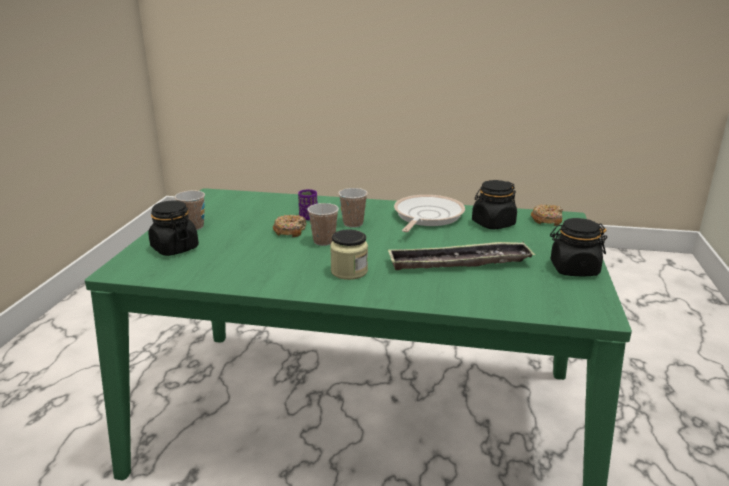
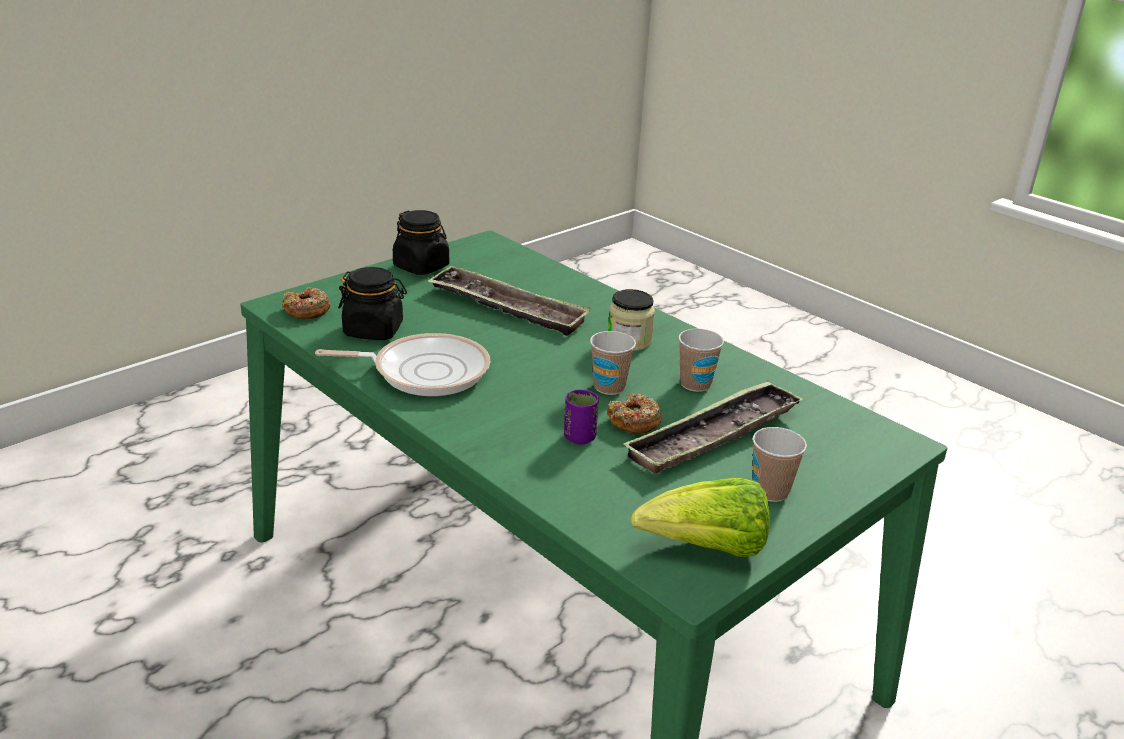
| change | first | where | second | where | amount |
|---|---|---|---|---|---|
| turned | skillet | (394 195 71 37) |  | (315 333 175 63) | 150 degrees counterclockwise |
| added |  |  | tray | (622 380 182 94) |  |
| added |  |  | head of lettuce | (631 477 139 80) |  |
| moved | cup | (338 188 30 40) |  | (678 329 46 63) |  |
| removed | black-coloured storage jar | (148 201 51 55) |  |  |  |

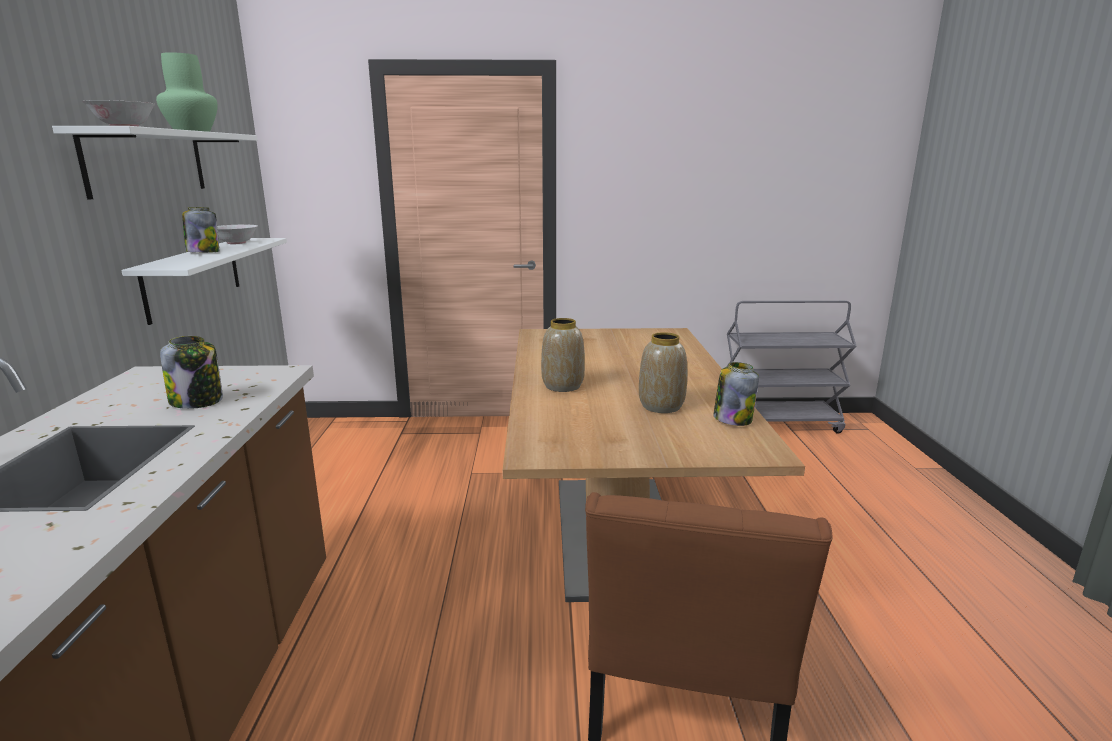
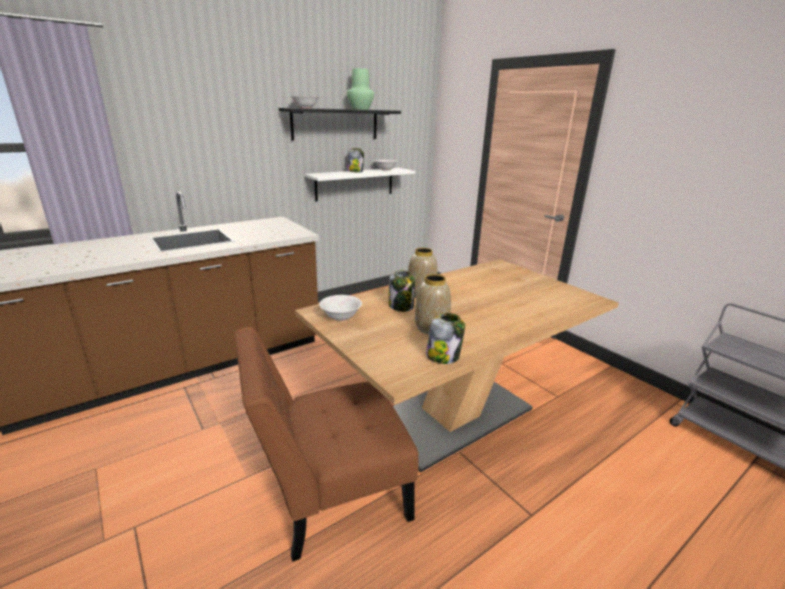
| change | first | where | second | where | amount |
|---|---|---|---|---|---|
| recoloured | white bracket shelf | (52 126 206 74) | black-coloured bracket shelf | (279 108 122 33) |  |
| added |  |  | white serving bowl | (319 295 43 26) |  |
| moved | storage jar | (160 336 63 73) |  | (389 270 26 42) |  |

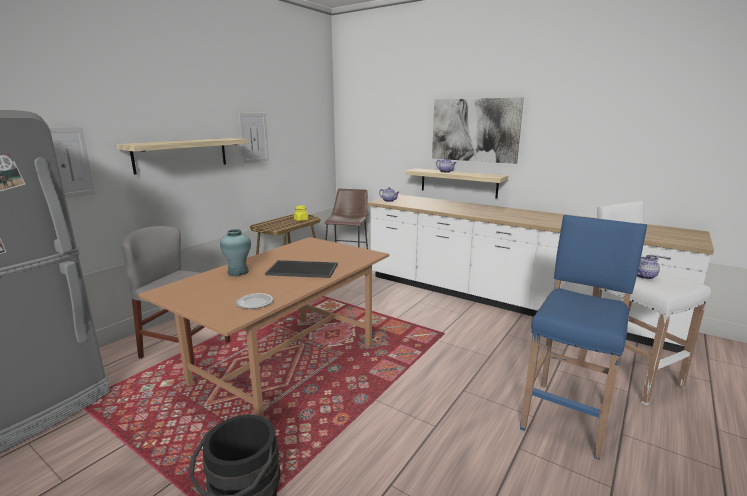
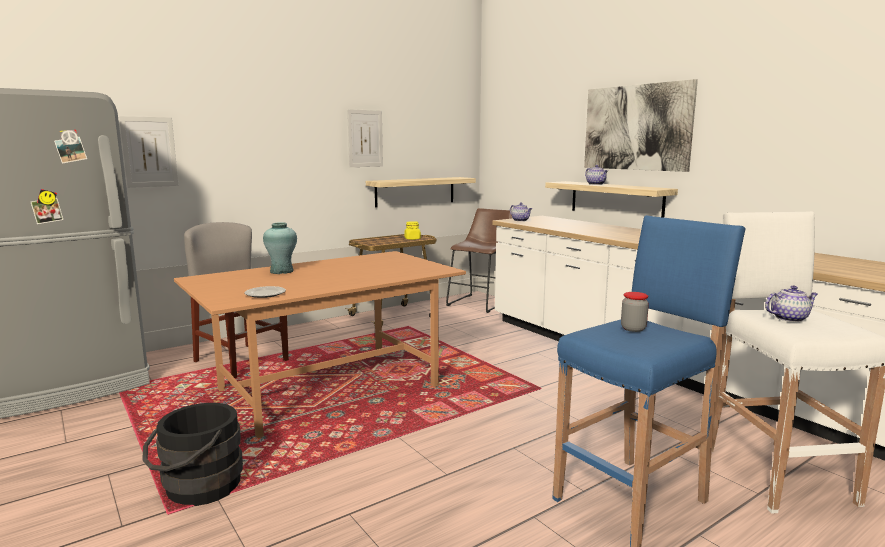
| change | first | where | second | where | amount |
|---|---|---|---|---|---|
| moved | bracket shelf | (117 138 131 37) |  | (366 177 110 31) |  |
| added |  |  | storage jar | (621 292 28 40) |  |
| removed | tray | (265 260 73 18) |  |  |  |

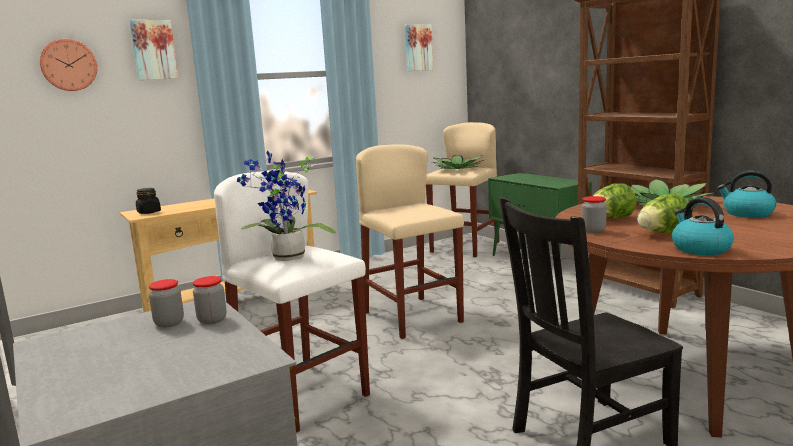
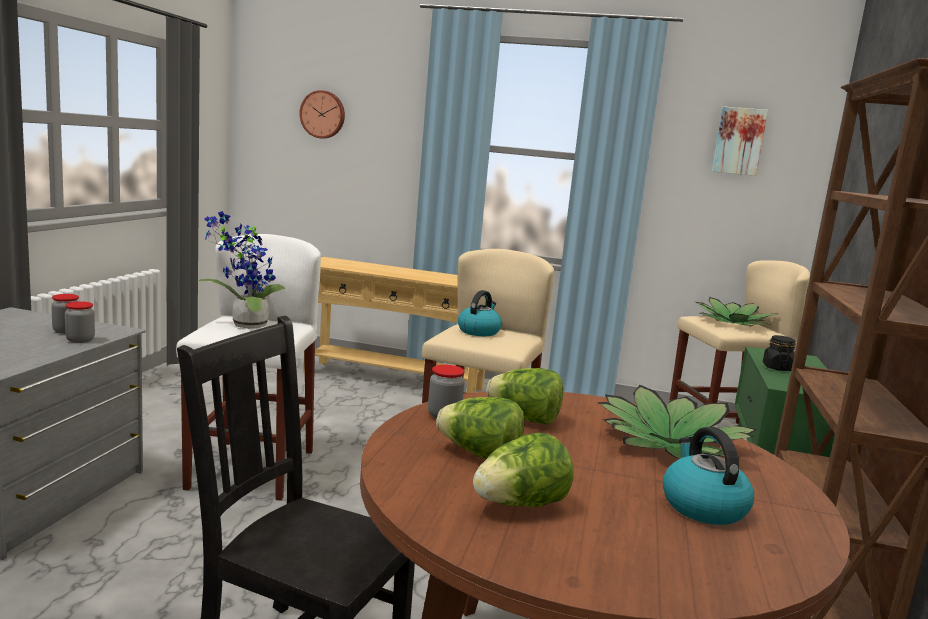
| change | first | where | second | where | amount |
|---|---|---|---|---|---|
| moved | tea kettle | (672 197 62 58) |  | (458 290 44 46) |  |
| added |  |  | head of lettuce | (473 433 101 74) |  |
| moved | black-coloured storage jar | (136 188 25 26) |  | (763 335 33 36) |  |
| removed | wall picture | (130 20 48 60) |  |  |  |

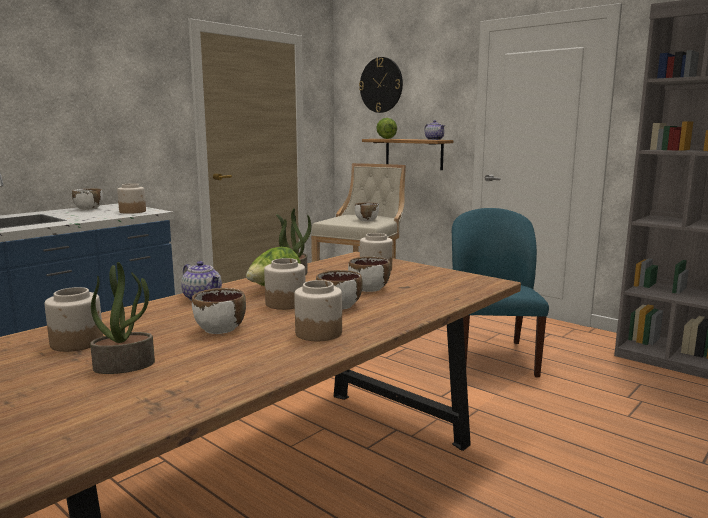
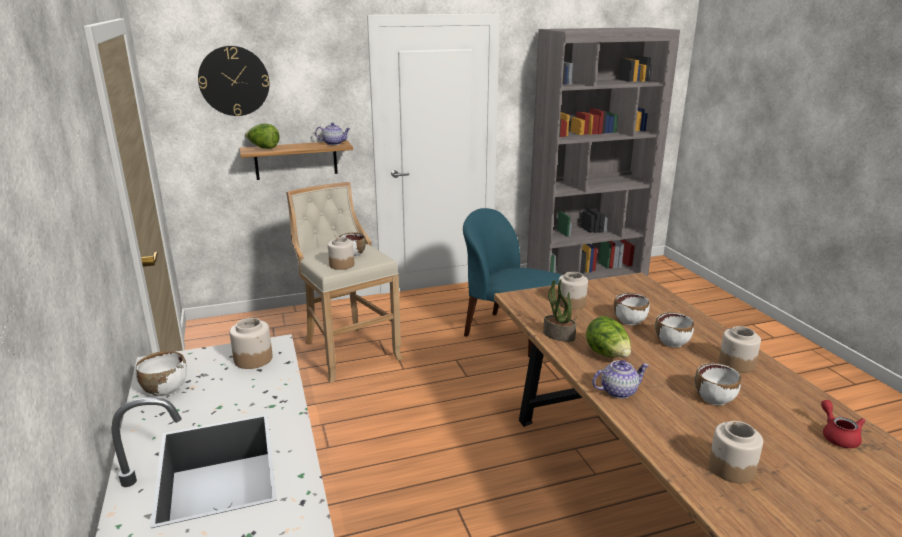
| change | first | where | second | where | amount |
|---|---|---|---|---|---|
| moved | storage jar | (264 258 41 52) |  | (328 237 26 33) |  |
| added |  |  | red pot for tea | (821 400 44 48) |  |
| removed | houseplant | (90 262 65 112) |  |  |  |

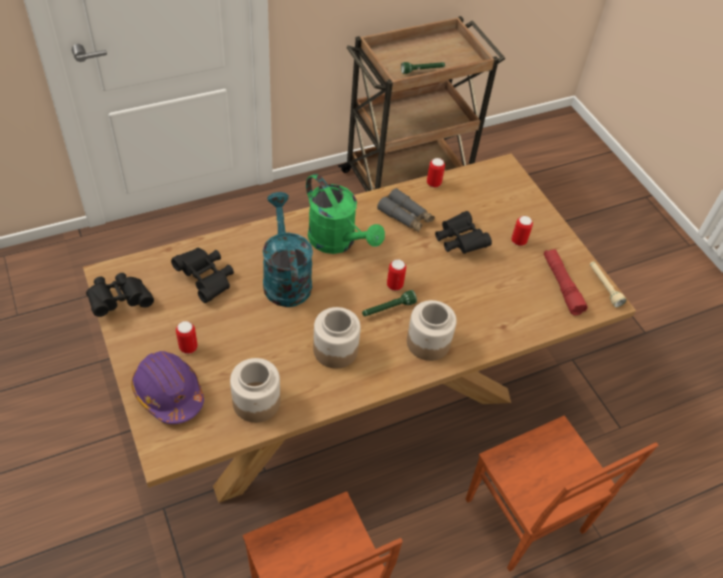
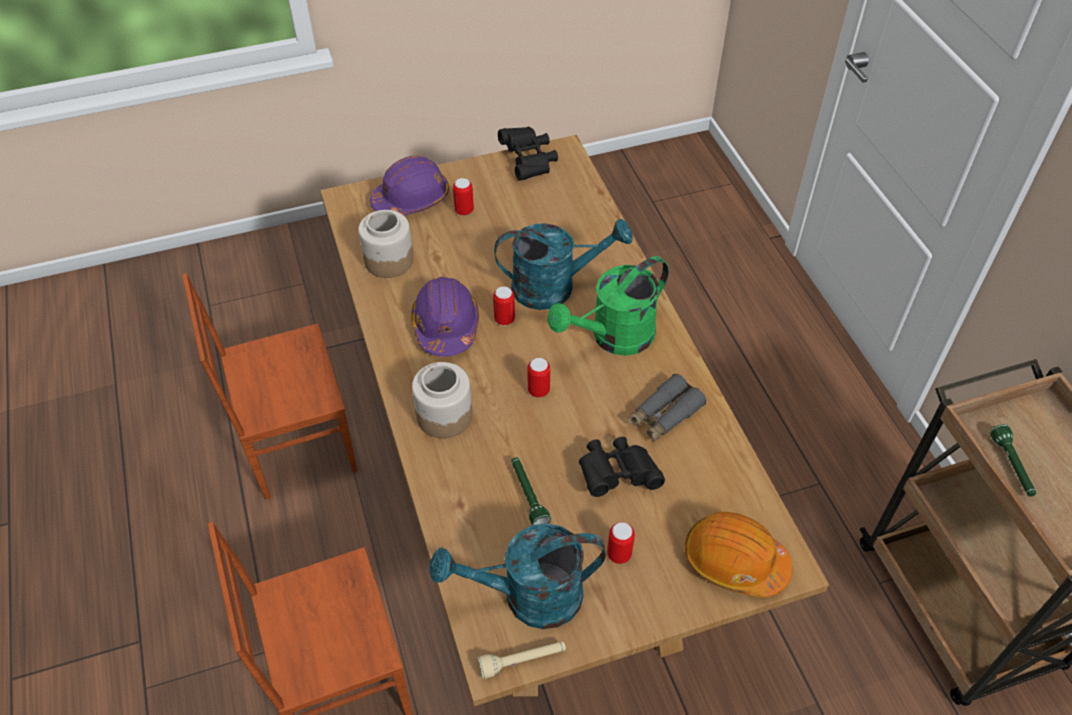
| change | first | where | second | where | amount |
|---|---|---|---|---|---|
| replaced | storage jar | (313 307 48 61) | purple-coloured hard hat | (411 277 68 80) |  |
| replaced | red flashlight | (544 249 44 66) | turquoise watering can | (429 523 177 106) |  |
| moved | metal can | (427 158 18 29) |  | (493 286 22 40) |  |
| moved | greenish flashlight | (362 290 55 26) |  | (512 457 39 68) |  |
| added |  |  | orange hard hat | (684 512 108 85) |  |
| removed | black-coloured binoculars | (171 248 63 55) |  |  |  |

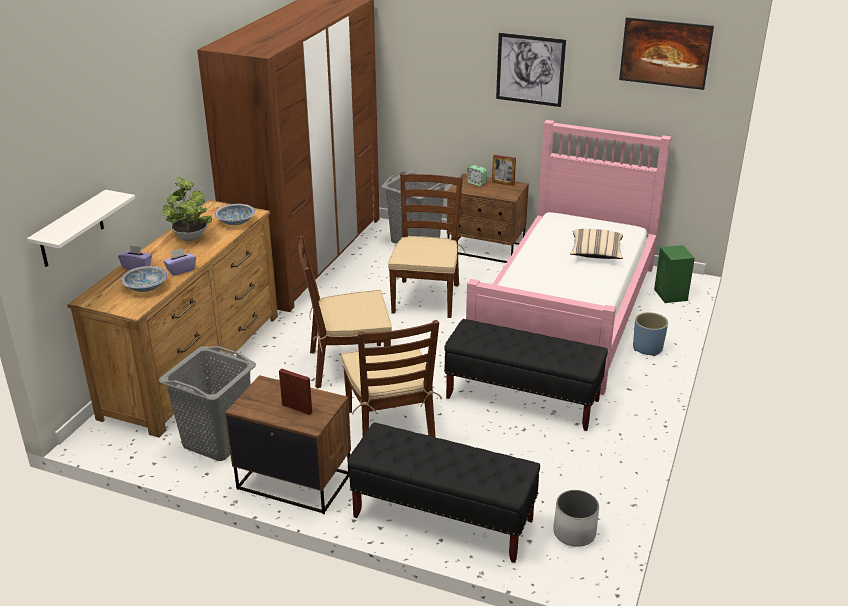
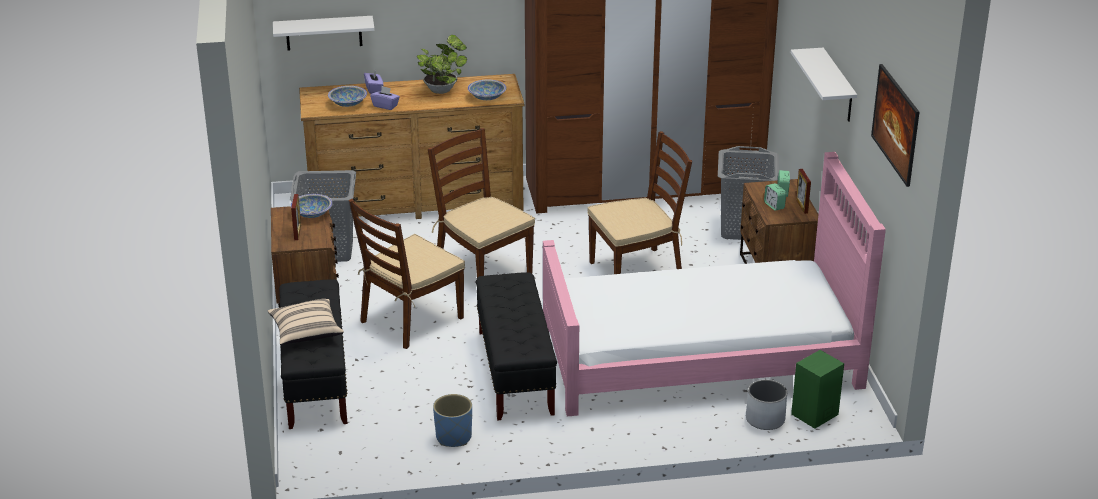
| change | first | where | second | where | amount |
|---|---|---|---|---|---|
| moved | beige-coloured throw pillow | (570 229 53 30) |  | (268 299 76 46) |  |
| added |  |  | serving bowl | (290 194 42 24) |  |
| moved | blue-coloured planter | (633 312 35 44) |  | (433 394 39 53) |  |
| moved | white planter | (553 490 46 57) |  | (746 380 41 50) |  |
| added |  |  | table clock | (764 183 22 28) |  |
| replaced | wall picture | (496 33 70 74) | white bracket shelf | (791 48 66 74) |  |

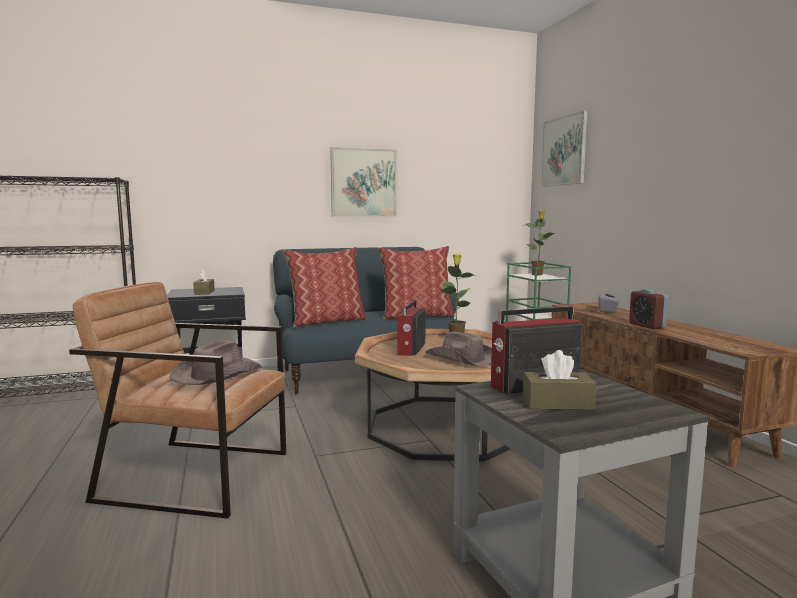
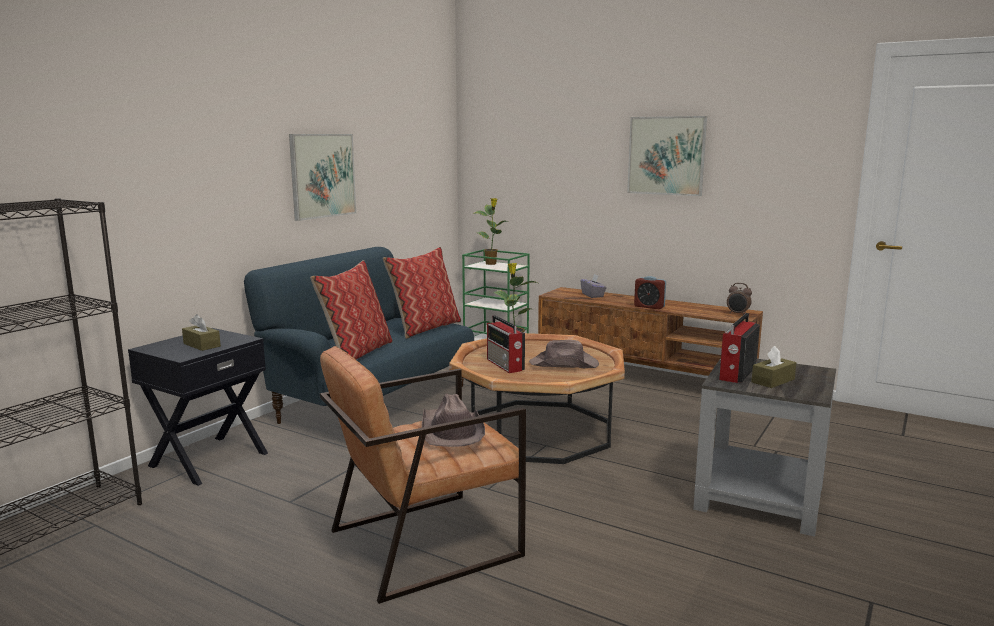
| change | first | where | second | where | amount |
|---|---|---|---|---|---|
| moved | wall picture | (541 110 46 77) |  | (627 116 80 80) |  |
| added |  |  | table clock | (727 283 25 32) |  |

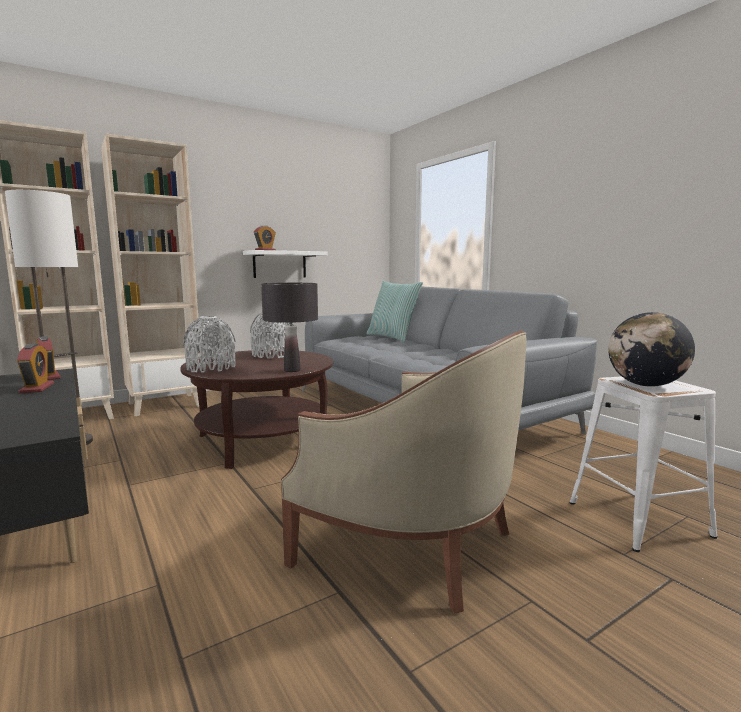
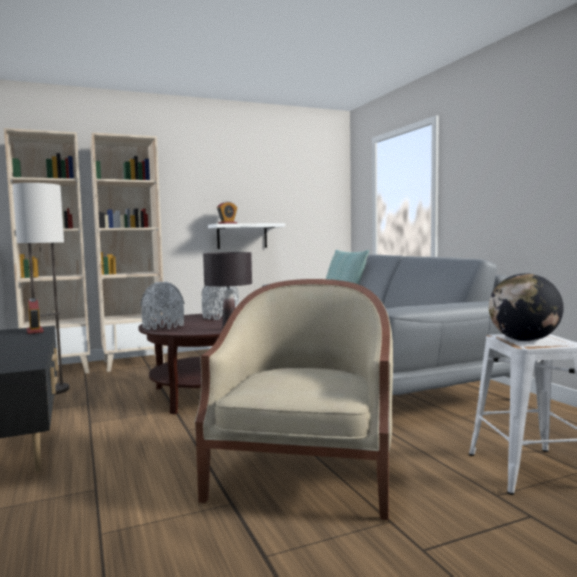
| change | first | where | second | where | amount |
|---|---|---|---|---|---|
| turned | beige-coloured armchair | (281 330 246 283) |  | (194 279 199 241) | 120 degrees counterclockwise |
| removed | table clock | (17 343 37 50) |  |  |  |

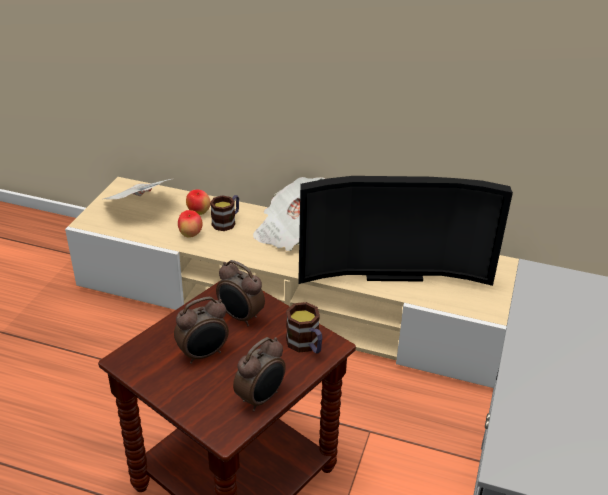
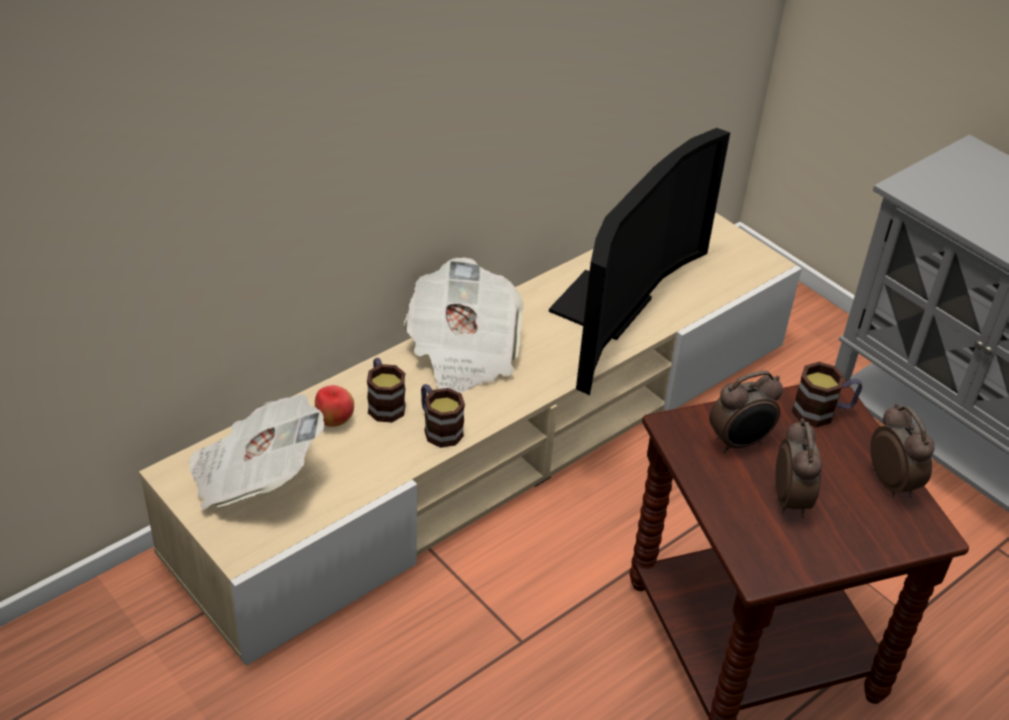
| change | first | where | second | where | amount |
|---|---|---|---|---|---|
| added |  |  | mug | (421 384 44 64) |  |
| removed | apple | (178 210 24 28) |  |  |  |

